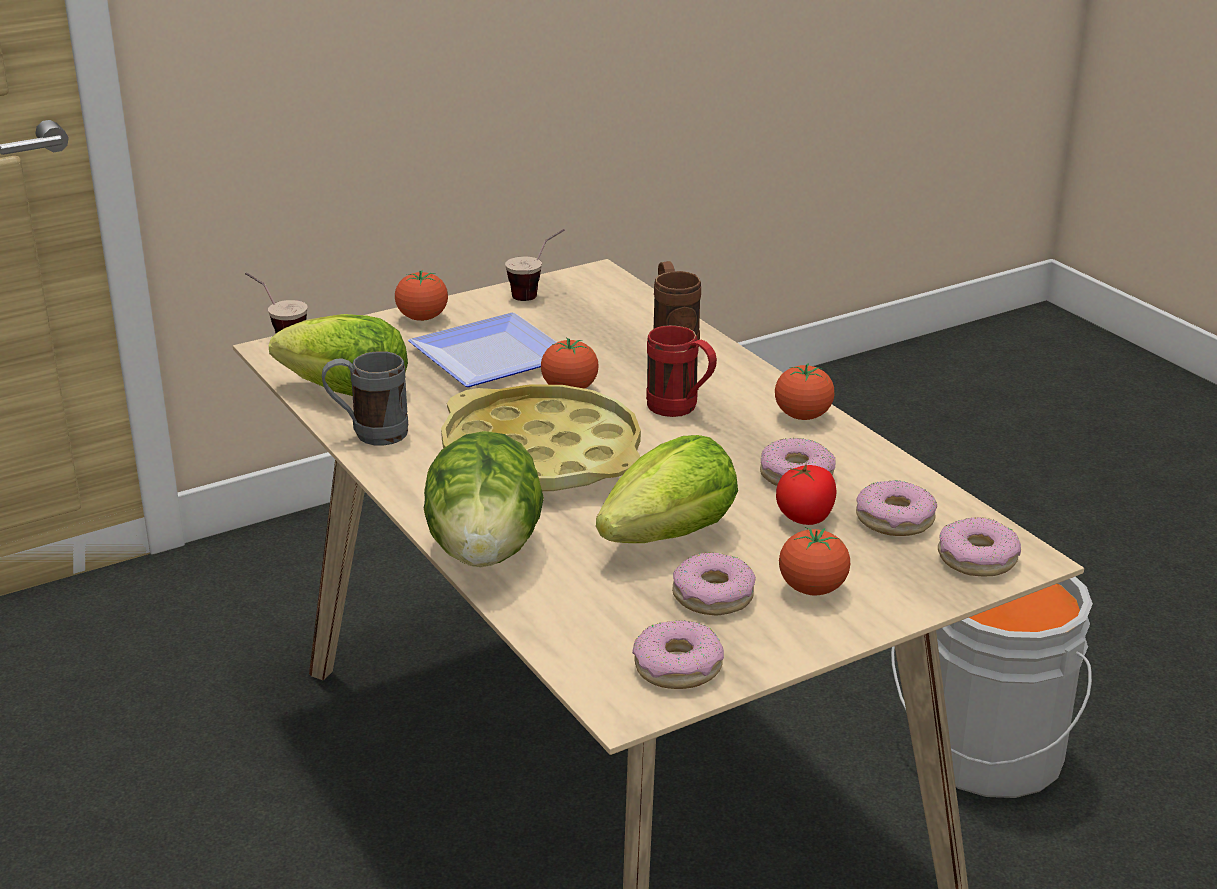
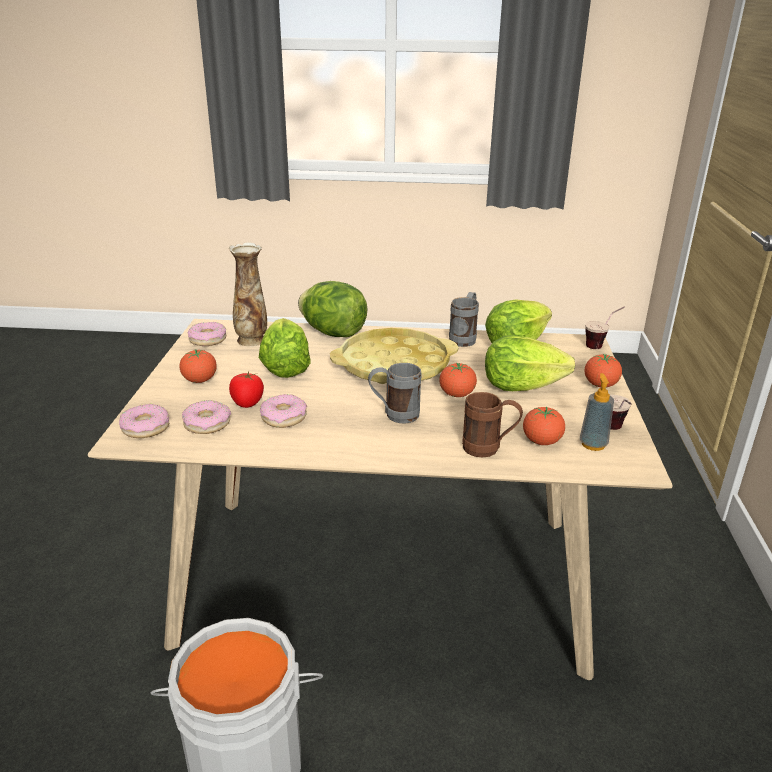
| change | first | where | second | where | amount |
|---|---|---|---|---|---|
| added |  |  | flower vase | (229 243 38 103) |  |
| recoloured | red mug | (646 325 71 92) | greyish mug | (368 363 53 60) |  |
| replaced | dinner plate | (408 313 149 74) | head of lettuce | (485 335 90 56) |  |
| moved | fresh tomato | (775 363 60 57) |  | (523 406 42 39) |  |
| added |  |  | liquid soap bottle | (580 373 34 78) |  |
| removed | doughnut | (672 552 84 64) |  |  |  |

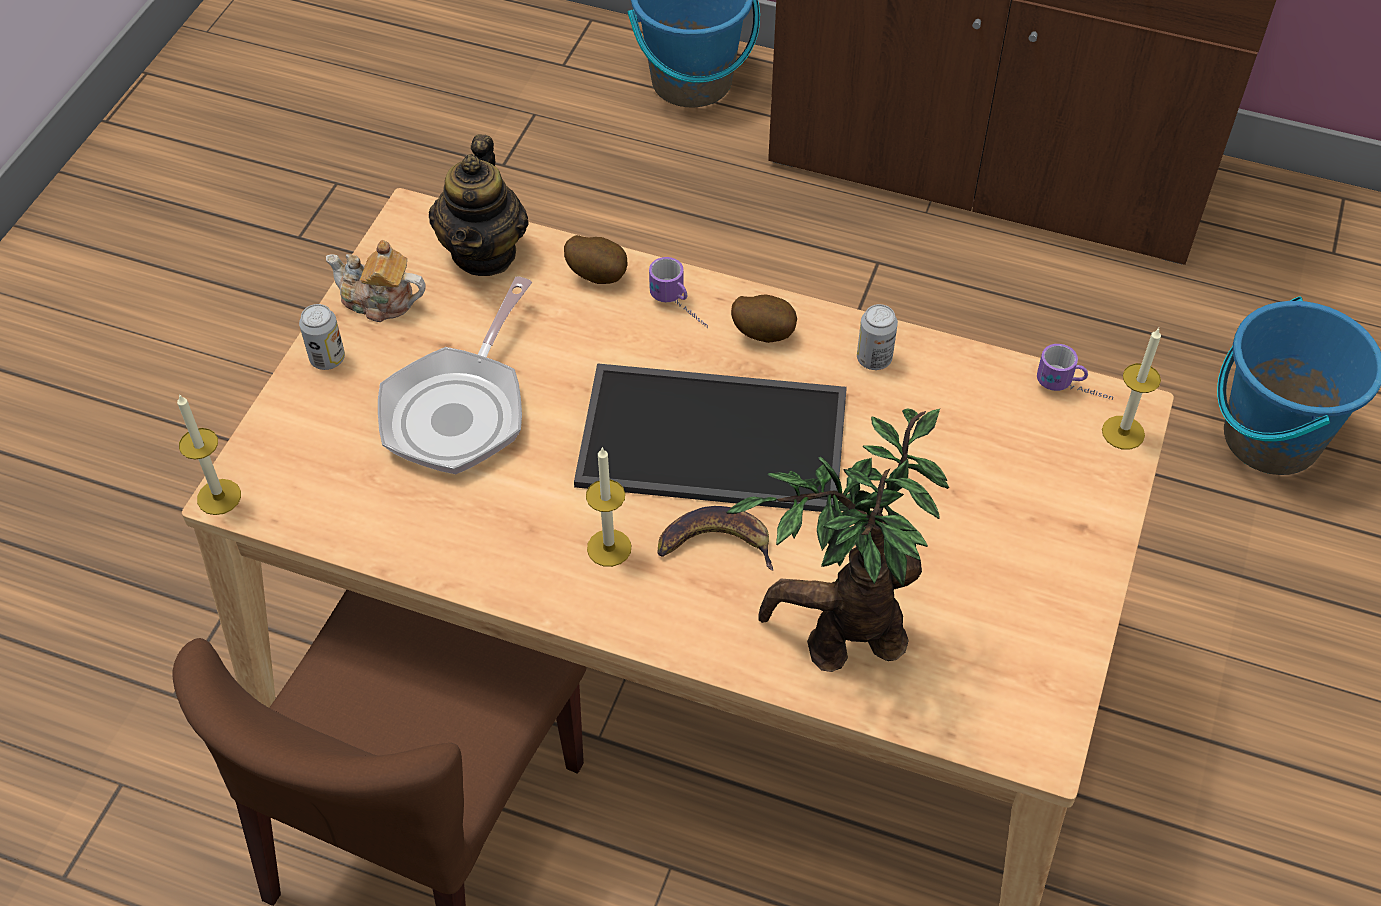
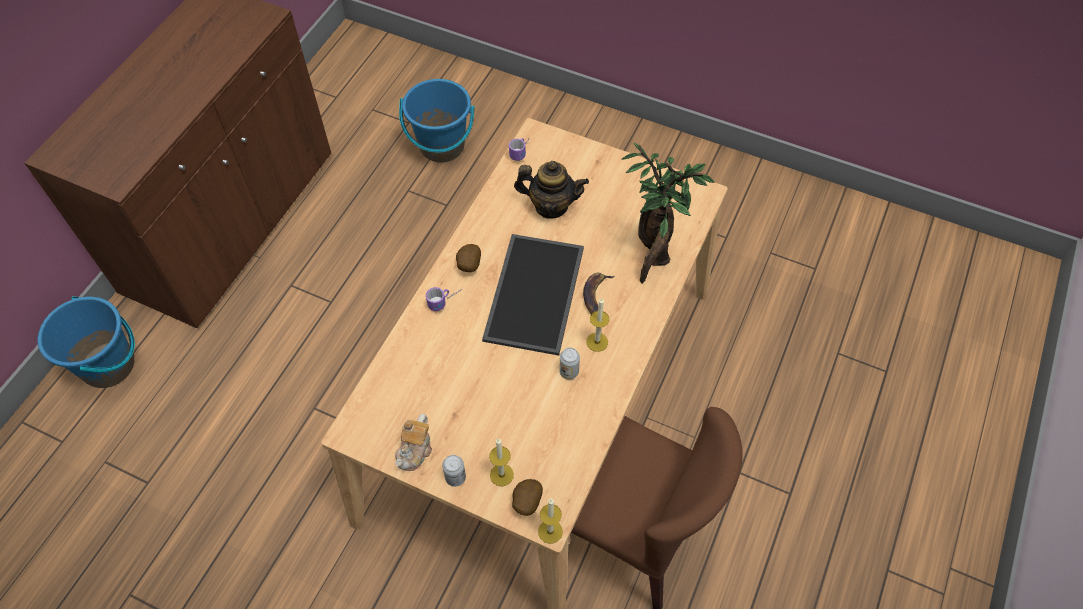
| change | first | where | second | where | amount |
|---|---|---|---|---|---|
| moved | wax light | (1102 328 59 122) |  | (489 438 25 48) |  |
| moved | whole potato | (564 235 64 49) |  | (512 479 31 37) |  |
| moved | pot for tea | (429 134 99 142) |  | (514 161 75 58) |  |
| moved | metal can | (857 304 41 66) |  | (559 348 21 32) |  |
| removed | skillet | (378 276 154 198) |  |  |  |

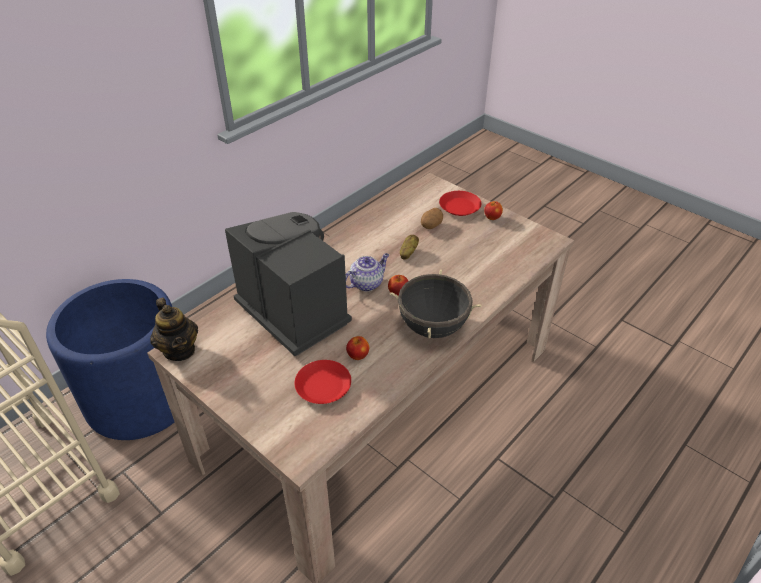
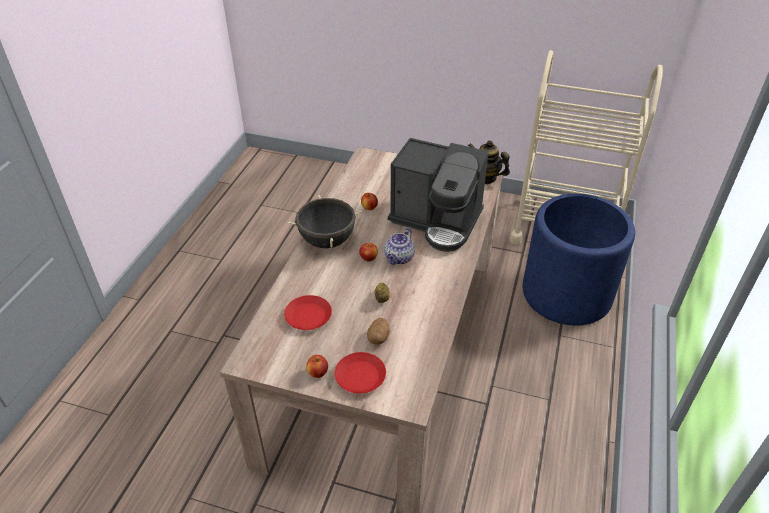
| change | first | where | second | where | amount |
|---|---|---|---|---|---|
| moved | red dinner plate | (294 360 57 44) |  | (284 295 48 35) |  |

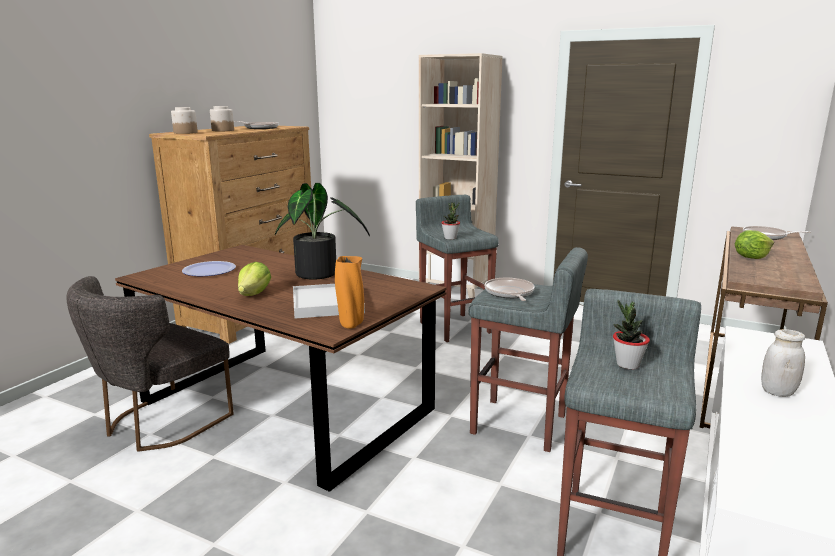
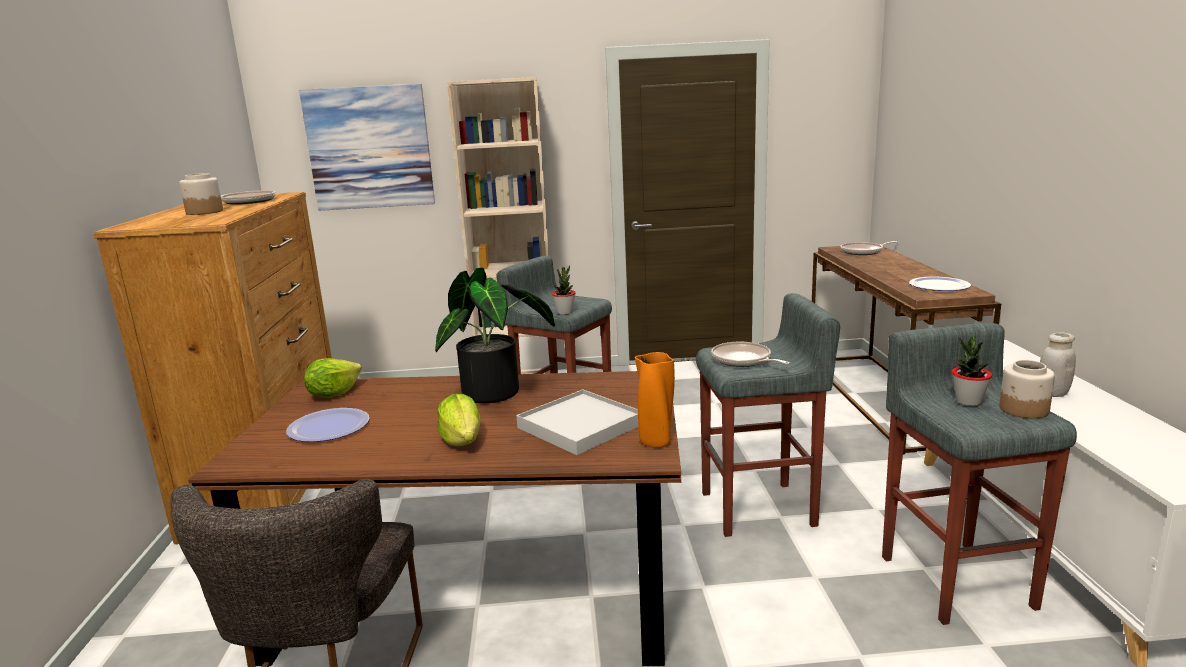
| change | first | where | second | where | amount |
|---|---|---|---|---|---|
| added |  |  | wall picture | (299 84 136 127) |  |
| moved | head of lettuce | (735 230 39 29) |  | (304 358 58 39) |  |
| added |  |  | dinner plate | (909 276 62 15) |  |
| moved | storage jar | (171 107 27 27) |  | (999 360 56 59) |  |

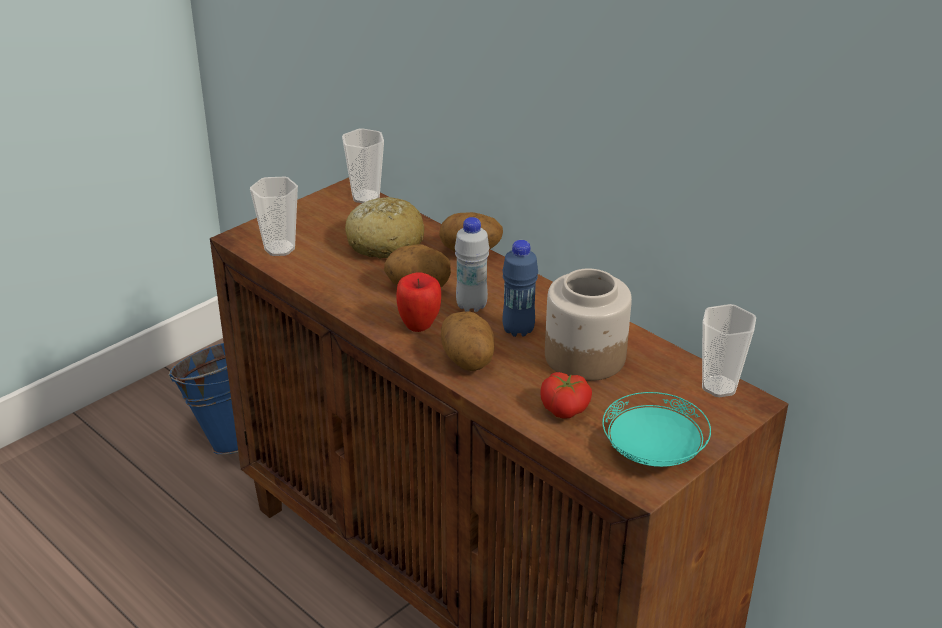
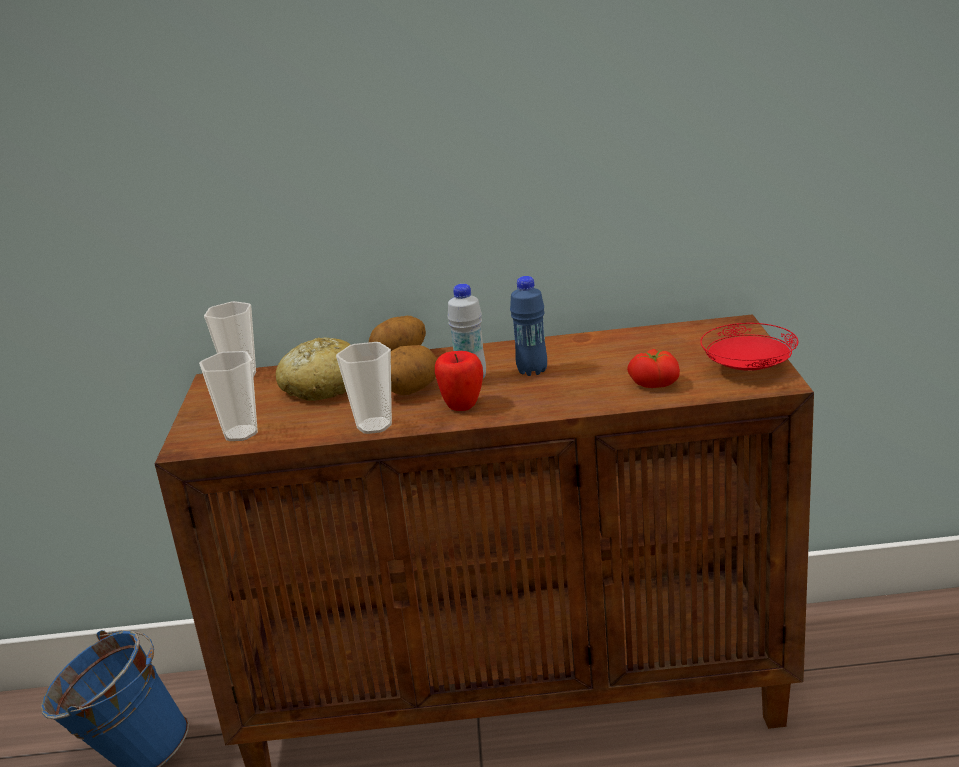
| change | first | where | second | where | amount |
|---|---|---|---|---|---|
| moved | cup | (702 304 54 93) |  | (336 342 56 92) |  |
| recoloured | turquoise dinner plate | (602 392 109 75) | red dinner plate | (700 323 98 48) |  |
| removed | whole potato | (441 311 53 60) |  |  |  |
| removed | storage jar | (545 268 87 113) |  |  |  |

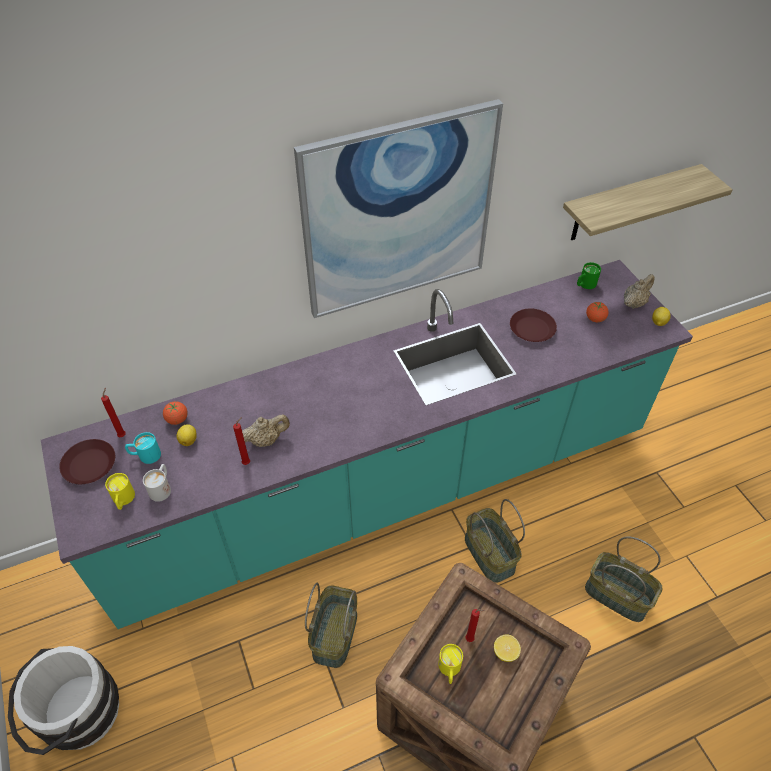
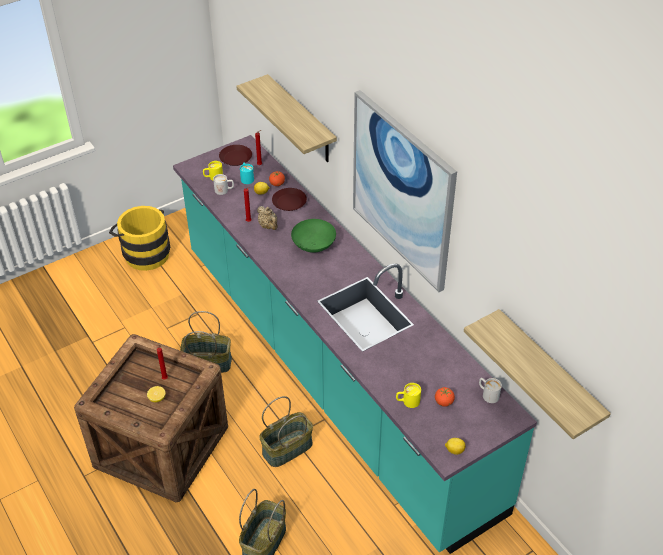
| change | first | where | second | where | amount |
|---|---|---|---|---|---|
| recoloured | white pail | (8 646 111 109) | yellowish pail | (109 206 61 65) |  |
| added |  |  | bracket shelf | (236 74 101 88) |  |
| moved | brown dinner plate | (510 308 47 34) |  | (272 188 35 23) |  |
| added |  |  | greenish serving bowl | (291 219 45 34) |  |
| moved | yellowish mug | (438 644 25 40) |  | (396 383 25 25) |  |
| recoloured | greenish mug | (577 262 24 27) | white mug | (479 378 23 25) |  |
| removed | beige-coloured pot for tea | (624 274 31 35) |  |  |  |

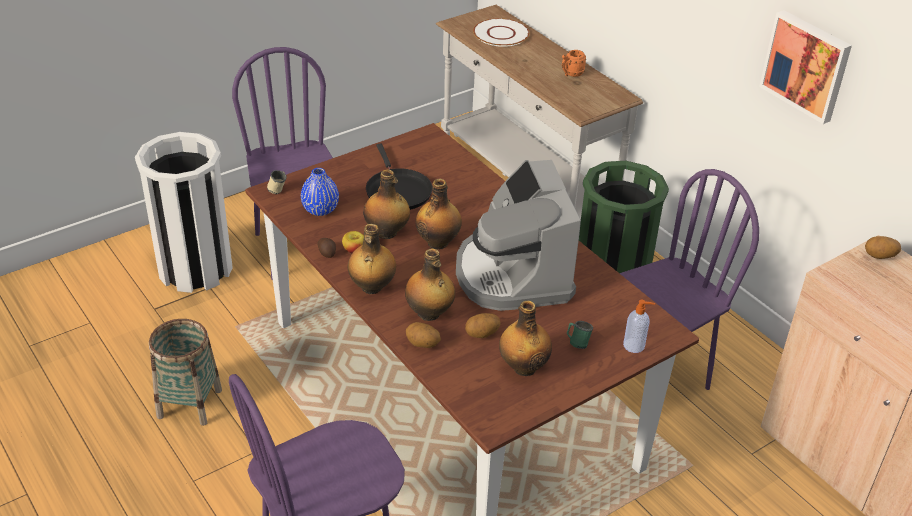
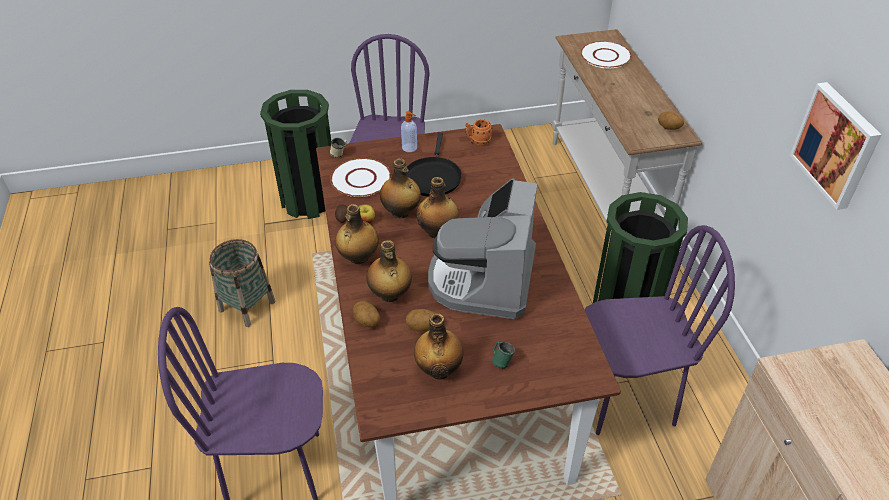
| change | first | where | second | where | amount |
|---|---|---|---|---|---|
| recoloured | white rubbish bin | (135 132 98 161) | greenish rubbish bin | (260 90 71 129) |  |
| replaced | blue-coloured flower vase | (301 168 38 48) | white dinner plate | (330 158 61 39) |  |
| moved | liquid soap bottle | (623 300 32 53) |  | (401 111 16 41) |  |
| moved | orange mug | (562 50 24 27) |  | (465 119 27 27) |  |
| moved | whole potato | (865 236 36 23) |  | (658 112 26 18) |  |

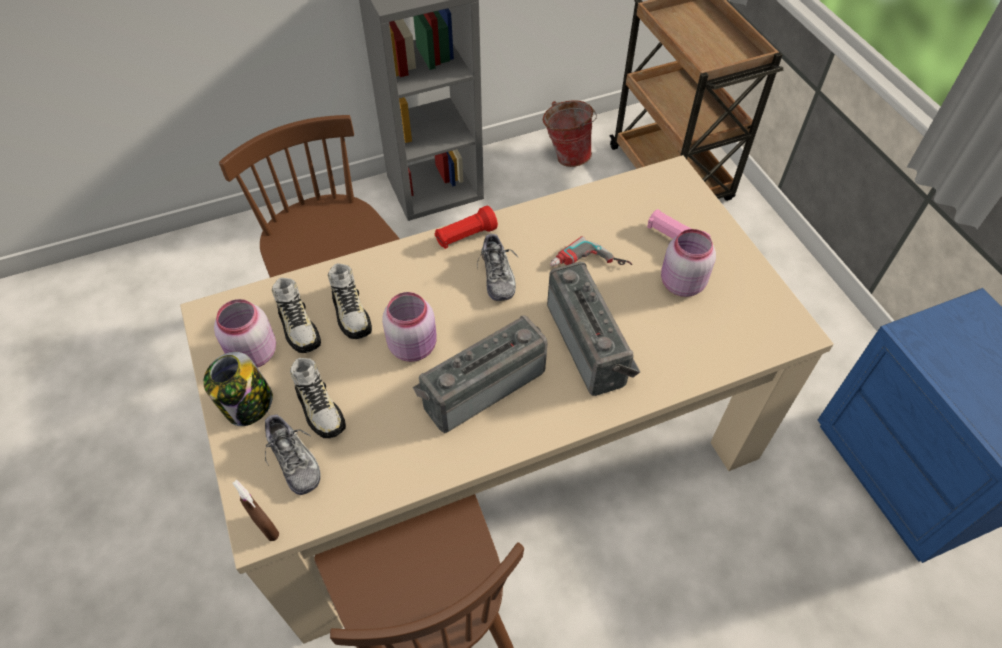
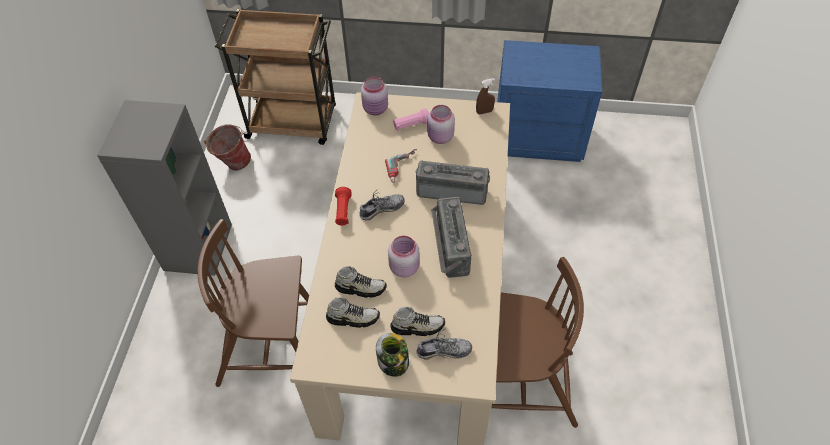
| change | first | where | second | where | amount |
|---|---|---|---|---|---|
| turned | shoe | (477 231 41 70) |  | (359 189 46 31) | 45 degrees counterclockwise |
| moved | pink-coloured storage jar | (214 299 62 69) |  | (361 77 27 38) |  |
| moved | brown hand sprayer | (233 480 46 61) |  | (476 78 19 36) |  |

